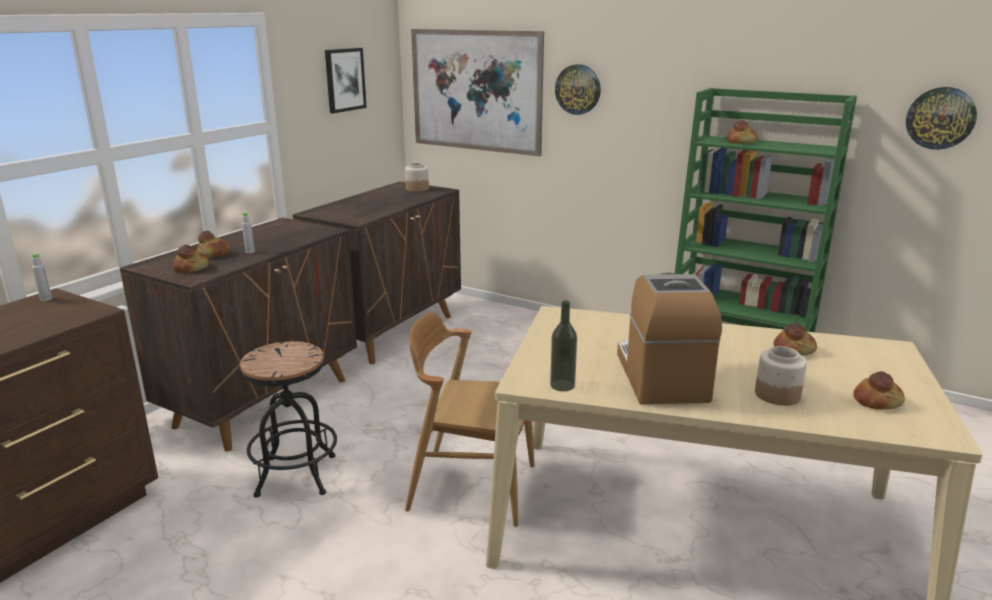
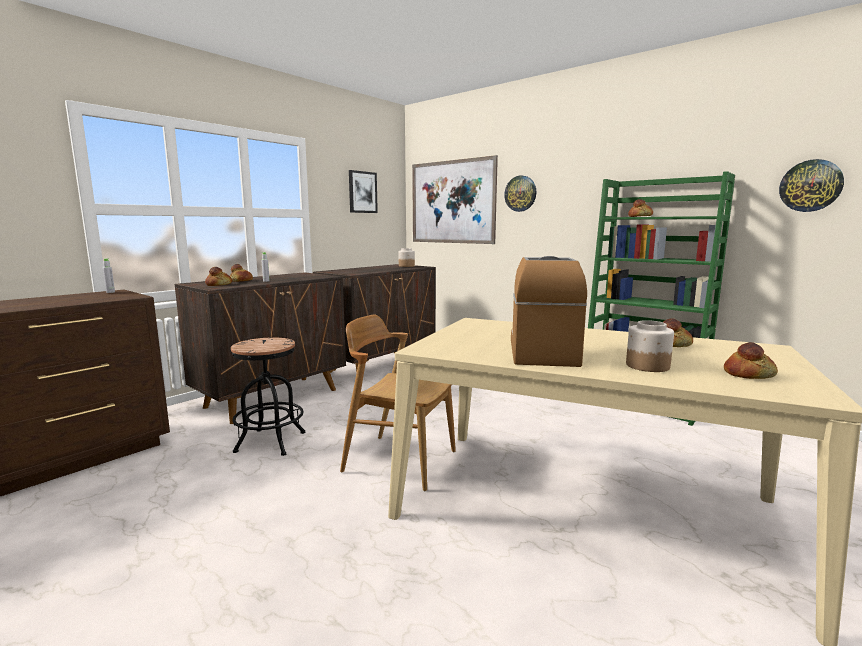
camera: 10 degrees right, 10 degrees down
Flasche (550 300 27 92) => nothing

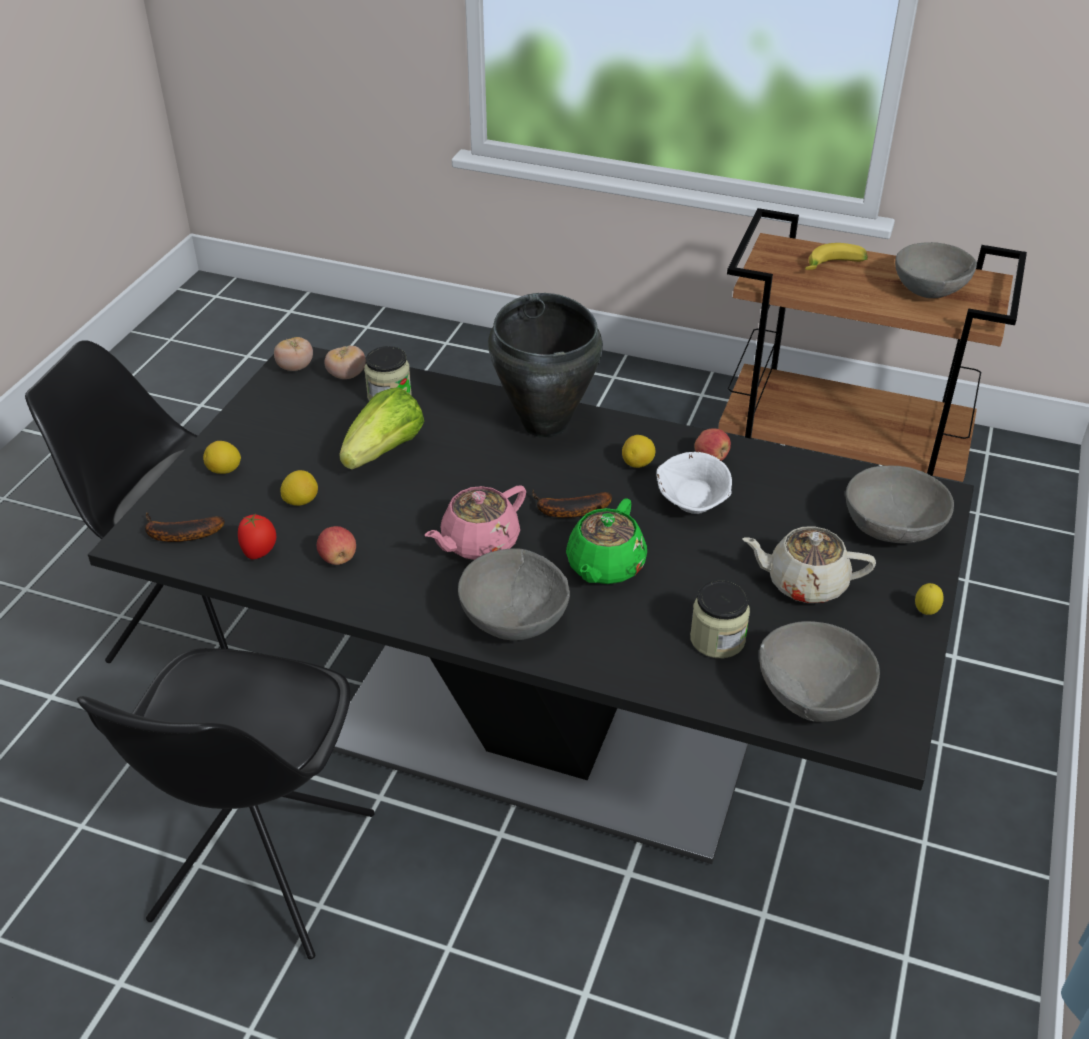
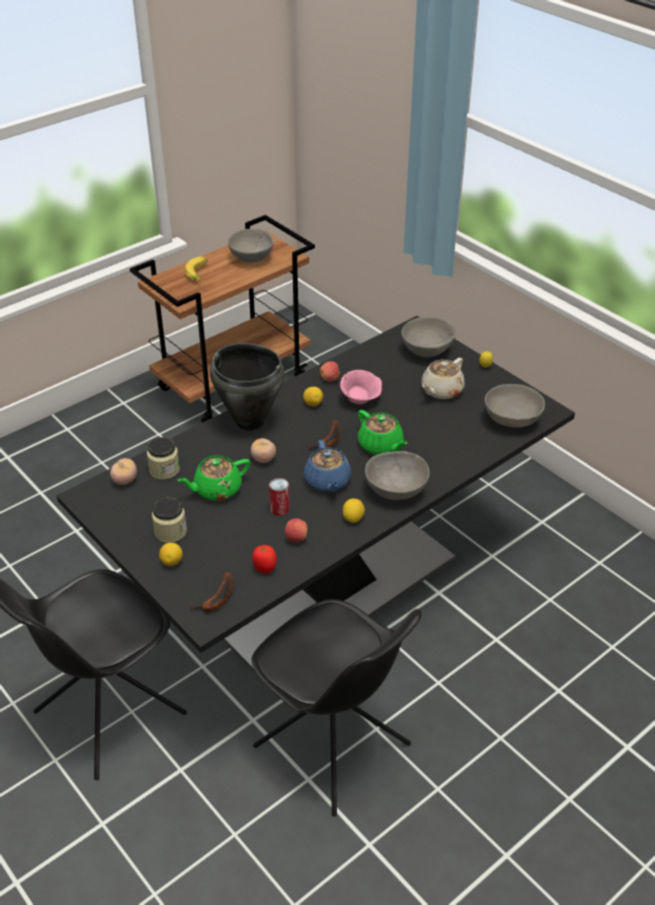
camera: 60 degrees left, 0 degrees up
nothing => Dose (269 478 21 38)
Tomate (274 337 39 34) => Tomate (251 438 25 25), move
Zitrone (280 470 38 36) => Zitrone (343 499 22 24), move
Vorratsglas (690 581 60 77) => Vorratsglas (152 498 35 45), move
Salatkopf (339 387 85 83) => Teekanne (grün) (177 456 73 45)
Teekanne (rosa) (425 485 101 75) => Teekanne (blau) (304 440 47 52)
Schüssel (weiß) (657 452 75 62) => Schüssel (rosa) (340 370 42 35)

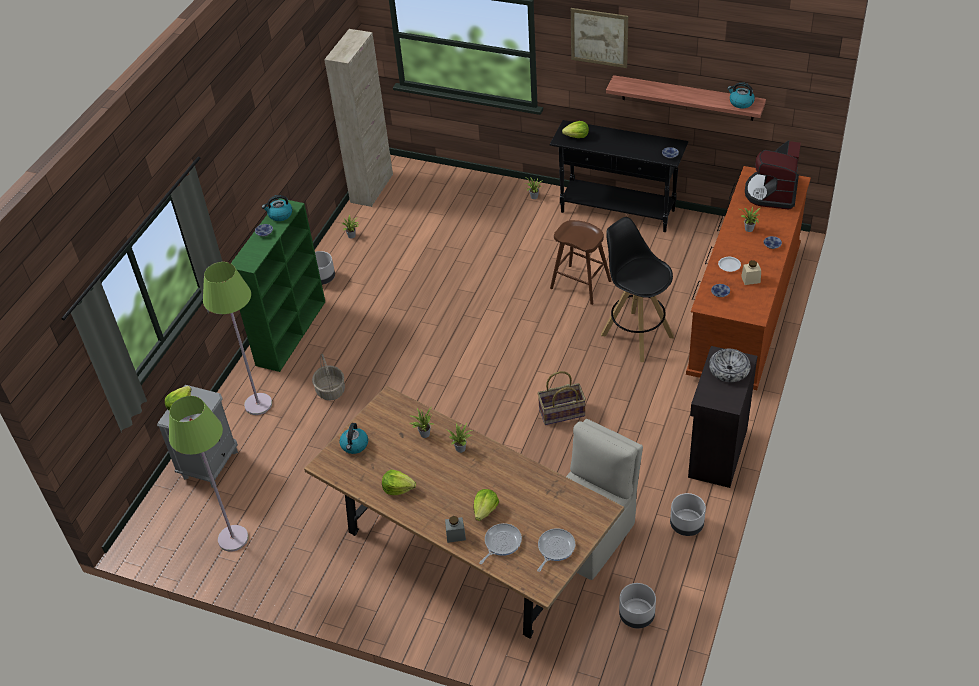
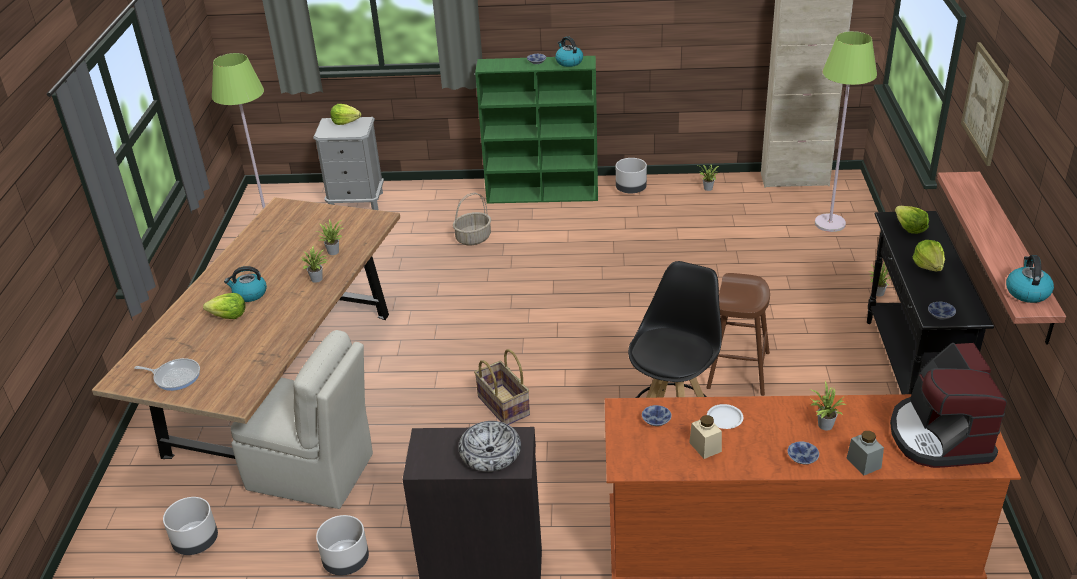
camera: 70 degrees right, 10 degrees down
Pfanne (479 523 43 41) => nothing
Stehlampe (grün) (203 262 69 153) => Stehlampe (grün) (815 31 62 201), move
Wasserkessel (339 423 29 31) => Wasserkessel (224 266 43 36), move
Salatkopf (382 470 34 25) => Salatkopf (913 240 32 31), move
Vorratsglas (grau) (445 516 21 27) => Vorratsglas (grau) (847 431 37 44), move
Kaffeemaschine (745 140 56 70) => Kaffeemaschine (890 343 117 125), 90 degrees counterclockwise

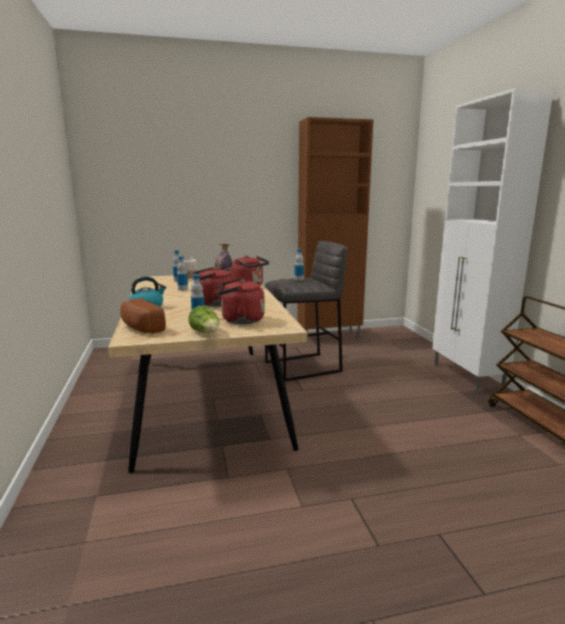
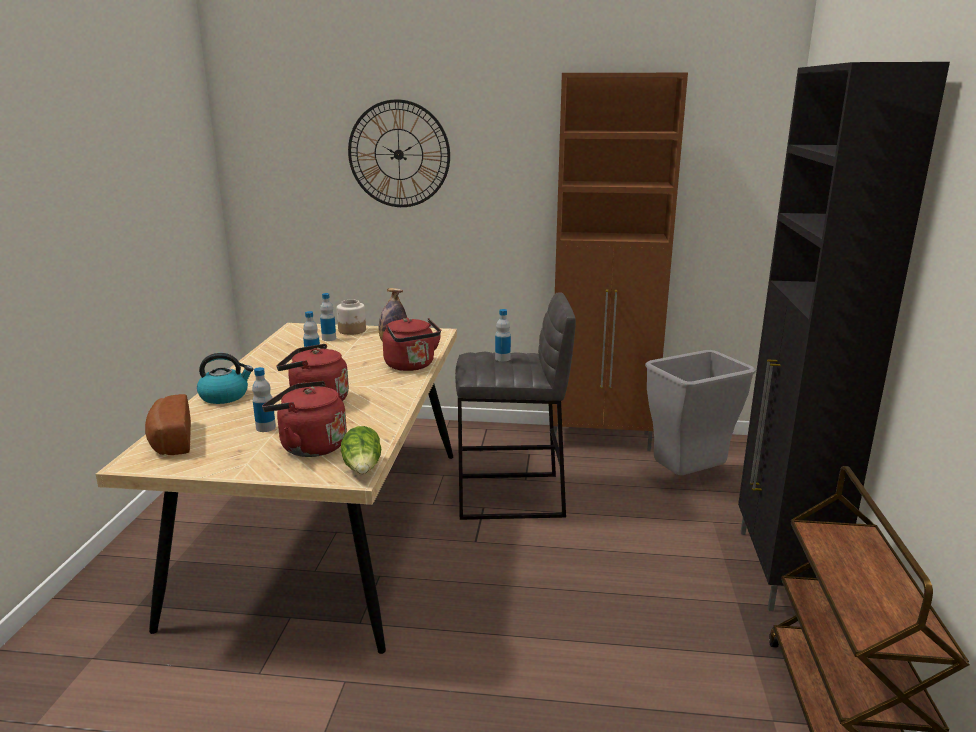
camera: 20 degrees right, 5 degrees up
nothing => Wanduhr (348 99 102 108)
nothing => Mülleimer (grau) (645 350 111 125)
Salatkopf (188 306 31 27) => Salatkopf (341 426 40 48), move
Schrank (weiß) (432 88 121 305) => Schrank (schwarz) (738 62 212 549)

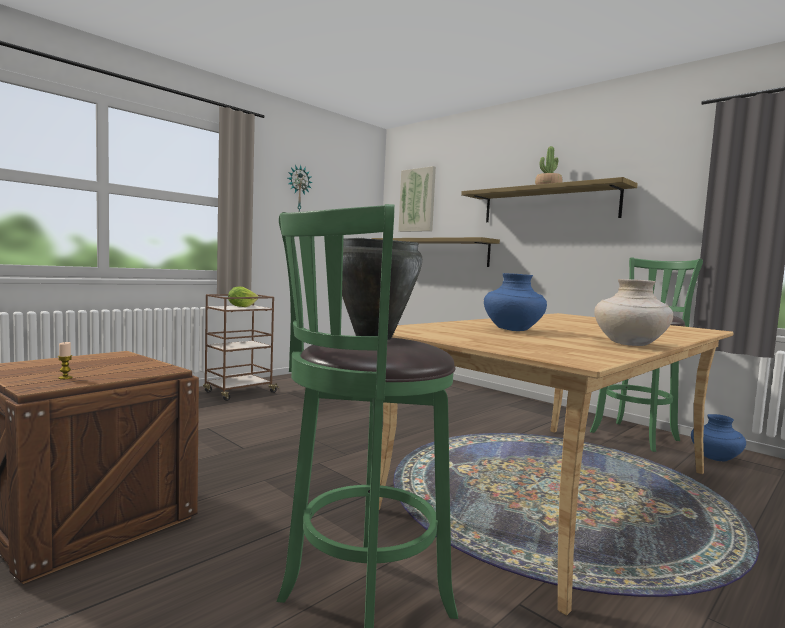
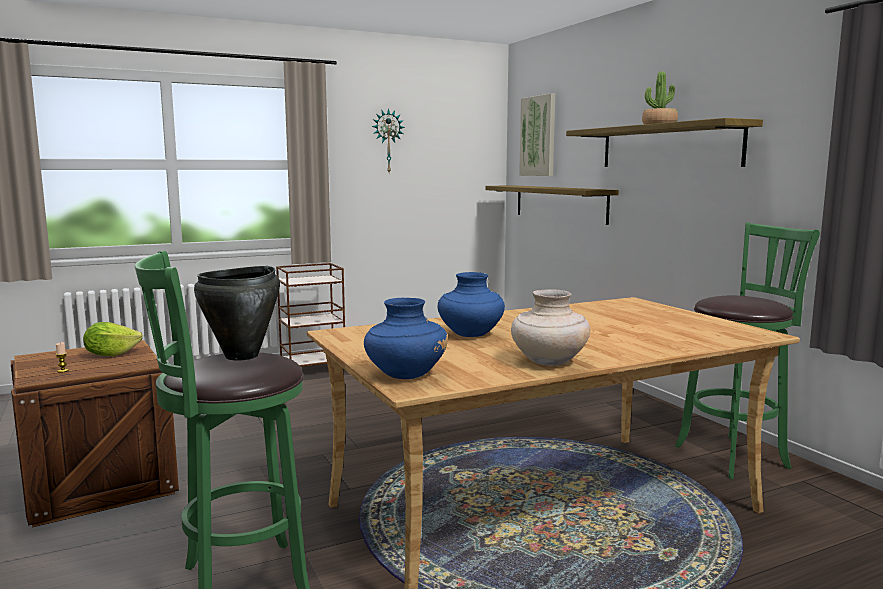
camera: 20 degrees right, 5 degrees up
Salatkopf (228 286 30 21) => Salatkopf (83 322 60 34), move
Vase (blau) (691 414 55 47) => Vase (blau) (364 298 84 81), move

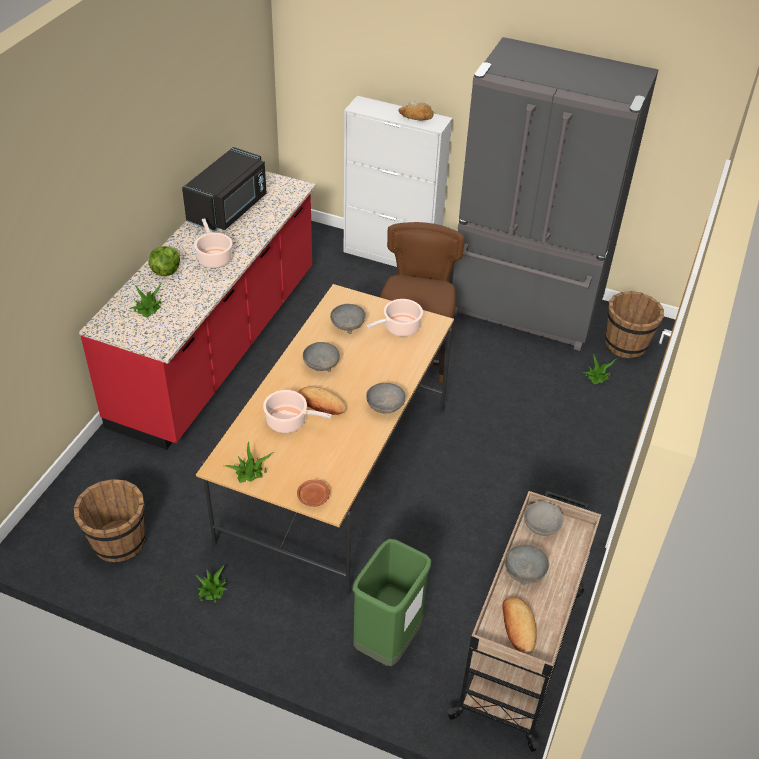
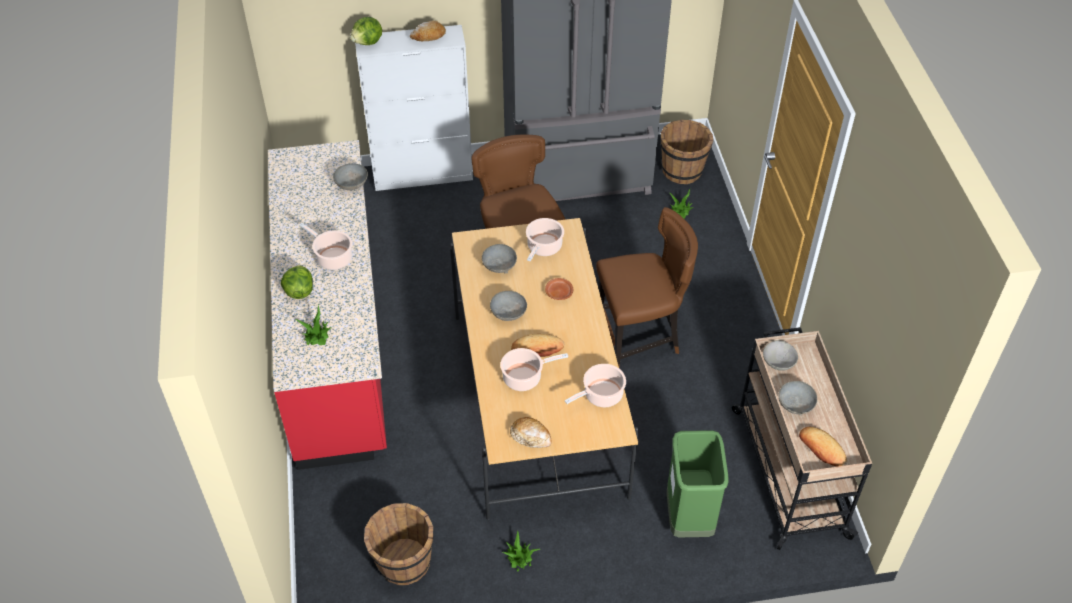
camera: 30 degrees left, 5 degrees up
Mikrowelle (schwarz) (182 147 84 85) => nothing
nothing => Salatkopf (350 17 32 28)
nothing => Kochtopf (565 364 61 43)
nothing => Stuhl (braun) (596 207 102 159)
Teller (braun) (297 480 33 27) => Teller (braun) (545 278 28 22), move
Schüssel (grau) (366 383 40 30) => Schüssel (grau) (333 163 35 27), move
Topfpflanze (225 441 49 42) => Brot (510 417 41 31)

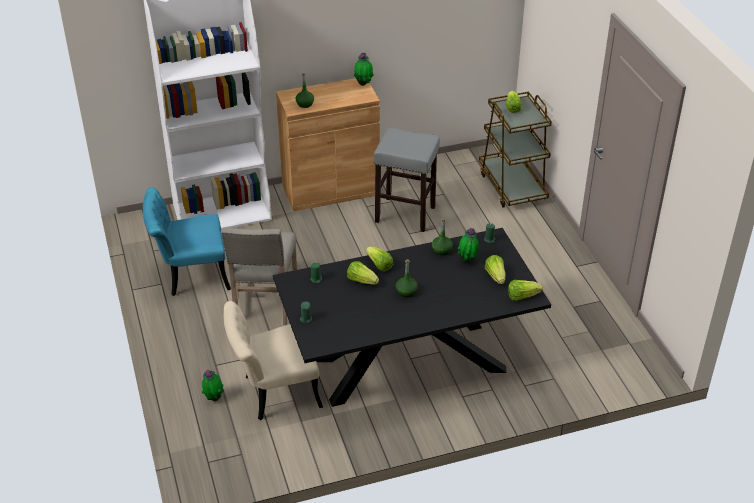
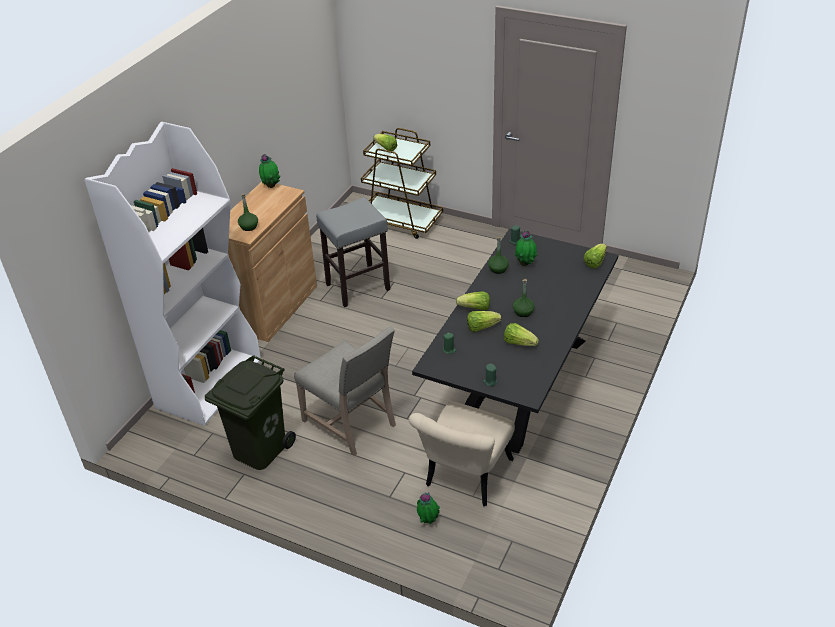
camera: 45 degrees left, 0 degrees up
Salatkopf (485 255 20 29) => Salatkopf (504 323 35 23), move
Stuhl (türkis) (143 187 88 109) => Mülleimer (grün) (205 355 91 115)

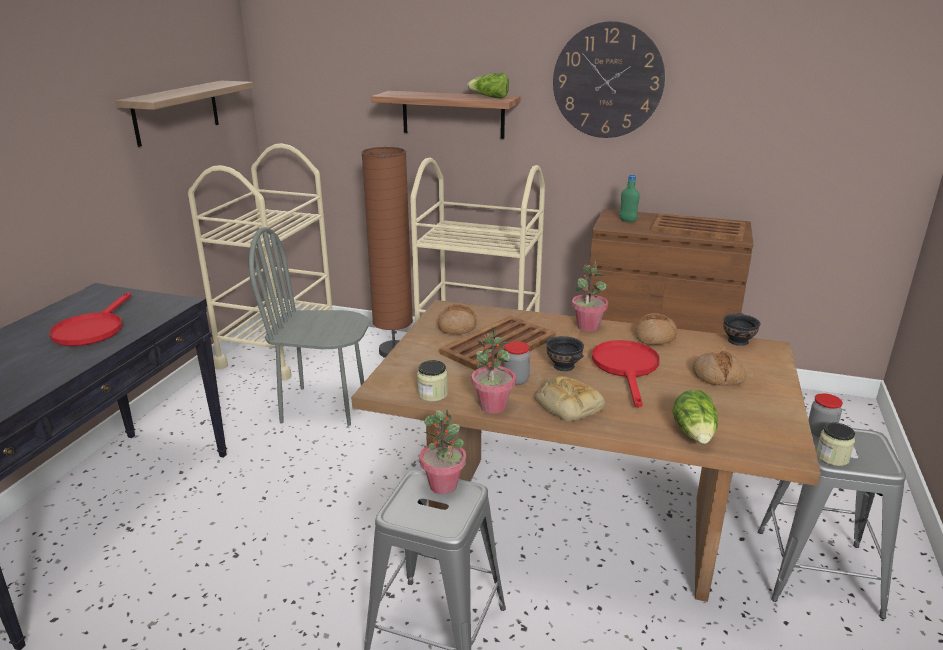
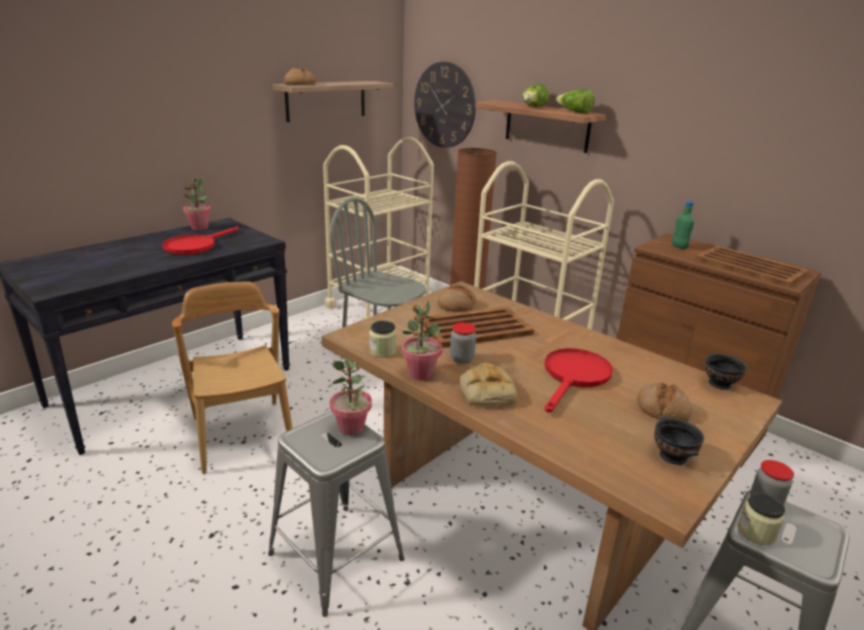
camera: 25 degrees right, 0 degrees up
nothing => Stuhl (braun) (172 281 120 193)
Schüssel (schwarz) (546 336 38 35) => Schüssel (schwarz) (654 416 50 49), move
Wanduhr (553 21 112 117) => Wanduhr (414 62 62 86), move
Topfpflanze (572 262 36 70) => Topfpflanze (183 178 29 52), move
Brot (636 313 41 32) => Brot (284 68 32 17), move
Salatkopf (672 390 46 54) => Salatkopf (522 84 27 23), move

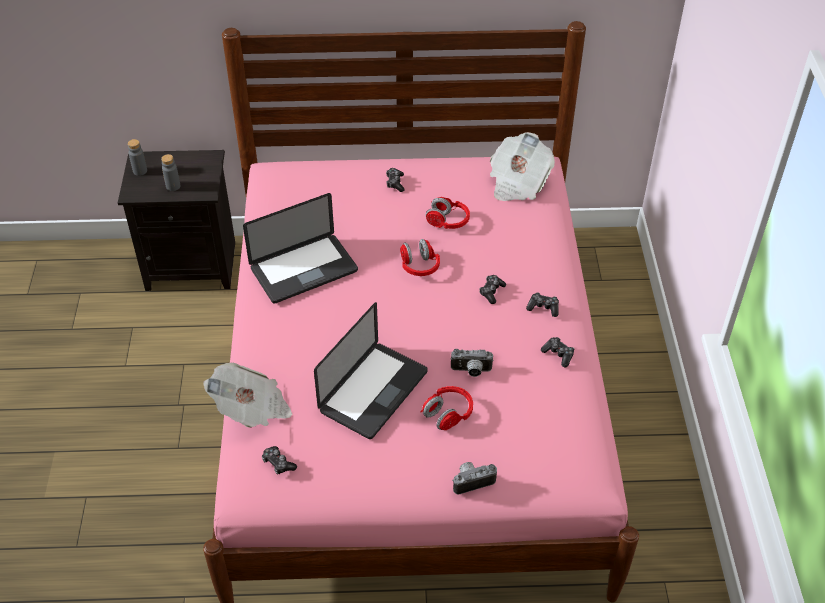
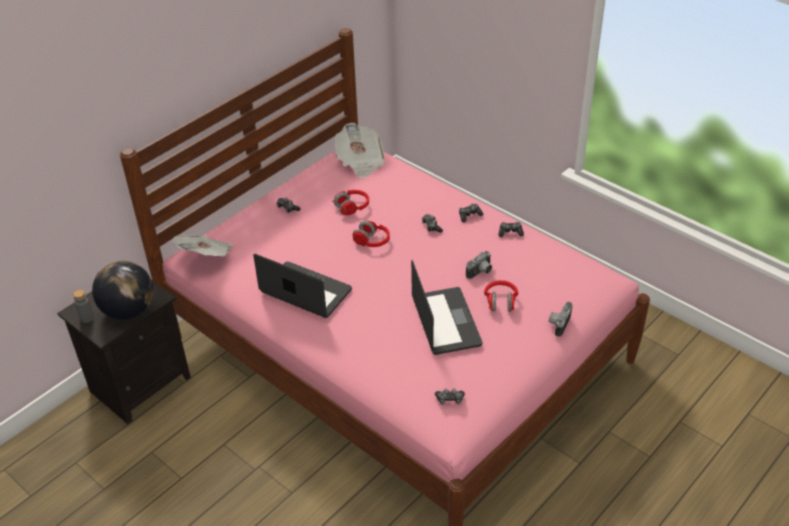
camera: 45 degrees left, 5 degrees down
Zeitung (203 362 90 66) => Zeitung (172 235 63 22), move
Flasche (grau) (161 154 19 37) => Globus (92 261 61 59)
Laptop (243 193 115 111) => Laptop (253 254 99 64), 75 degrees counterclockwise

